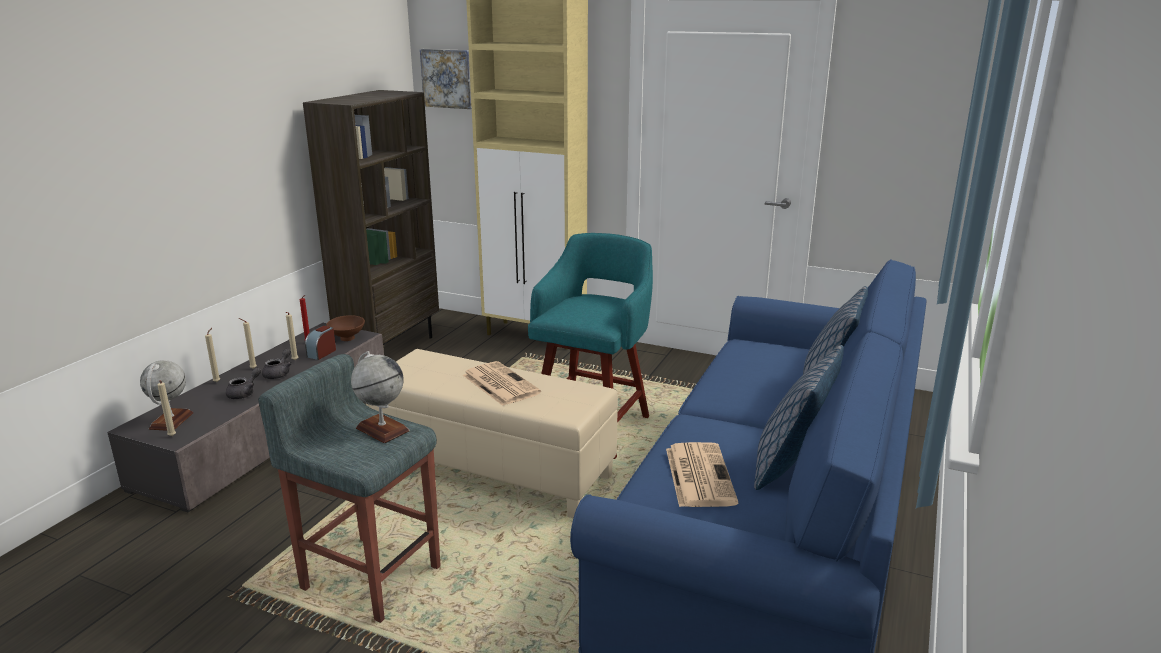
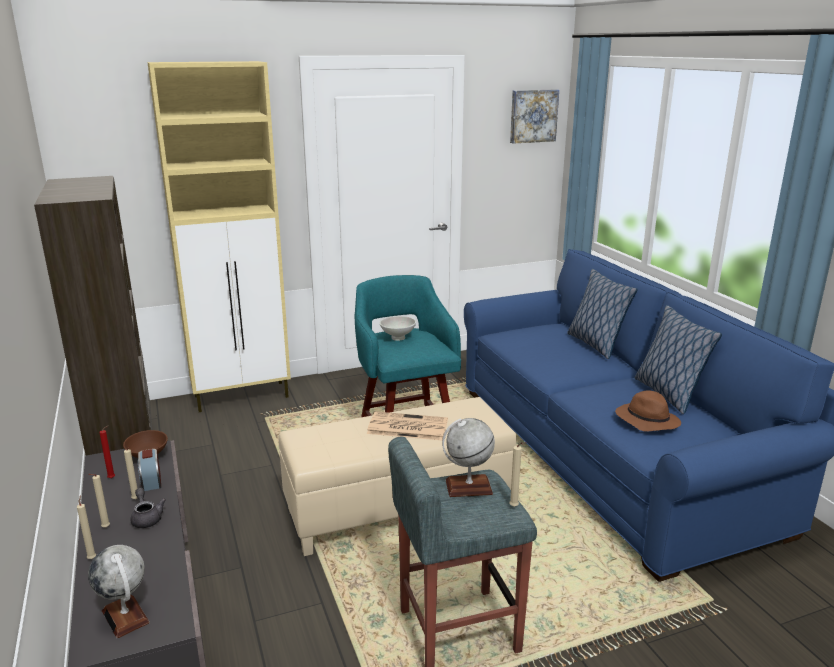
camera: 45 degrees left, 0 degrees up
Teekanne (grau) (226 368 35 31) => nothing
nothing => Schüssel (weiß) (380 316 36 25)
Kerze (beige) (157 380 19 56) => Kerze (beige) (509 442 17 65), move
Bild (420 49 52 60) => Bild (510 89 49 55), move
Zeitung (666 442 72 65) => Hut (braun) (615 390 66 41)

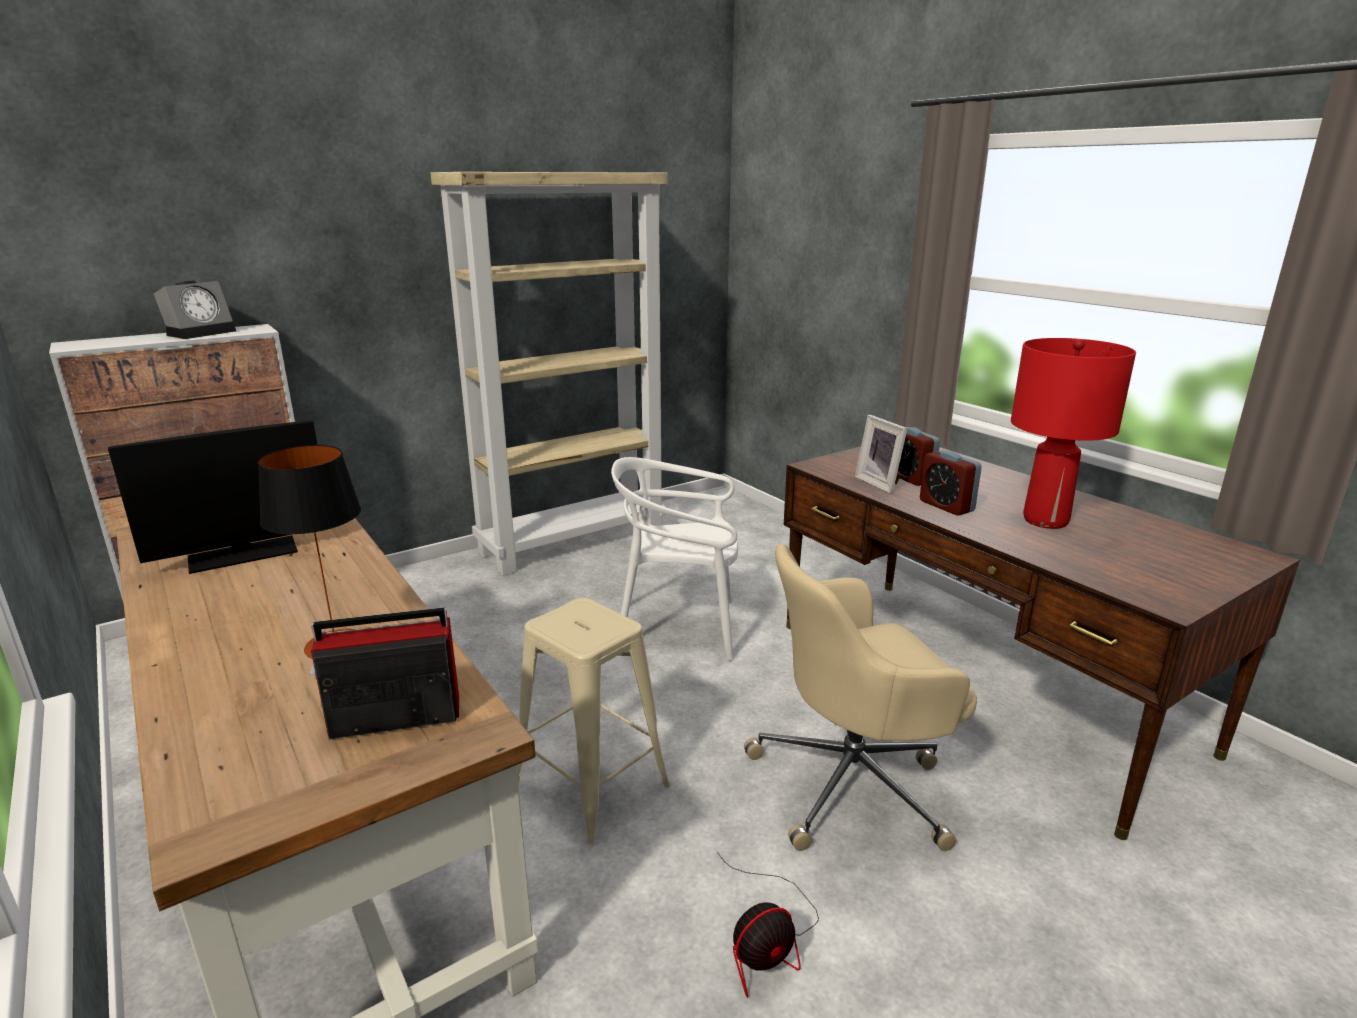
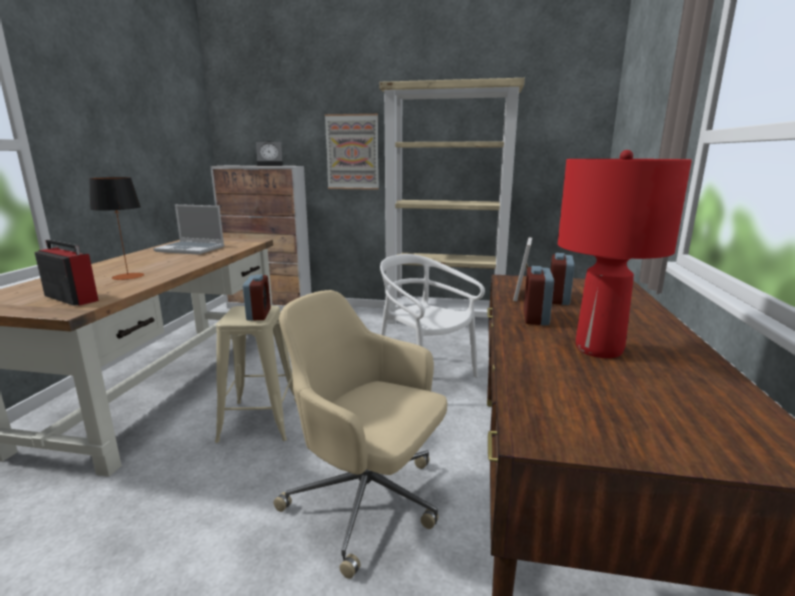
camera: 45 degrees right, 5 degrees down
Ventilator (717 852 102 146) => nothing
nothing => Wecker (243 274 28 47)
nothing => Bild (325 114 54 76)
Monitor (108 420 209 154) => Laptop (153 204 71 51)

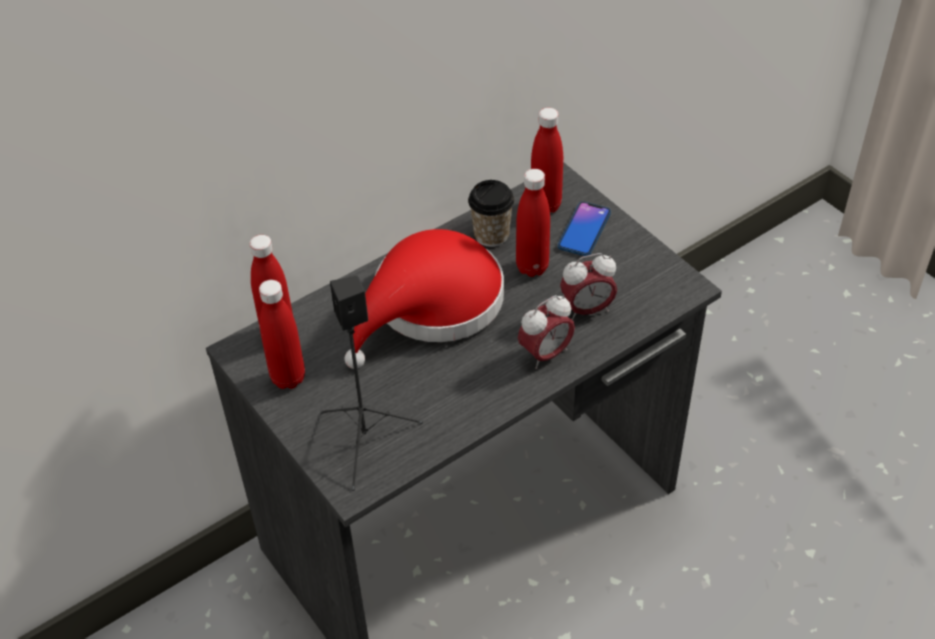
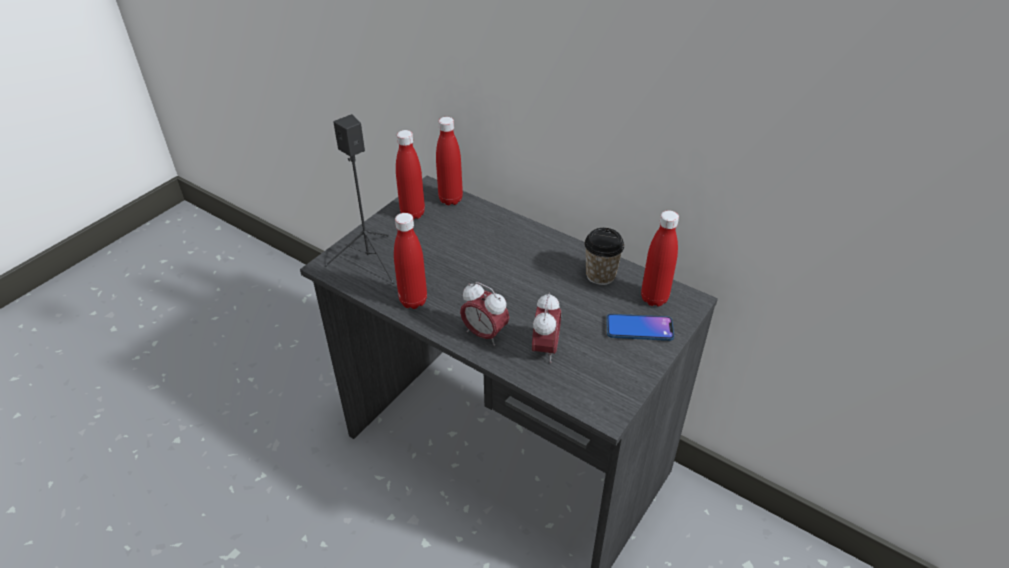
camera: 70 degrees right, 5 degrees down
Hut (rot) (345 229 159 140) => nothing
Flasche (rot) (516 169 34 108) => Flasche (rot) (394 213 33 96), move
Wecker (560 253 57 67) => Wecker (532 292 29 71), 135 degrees counterclockwise

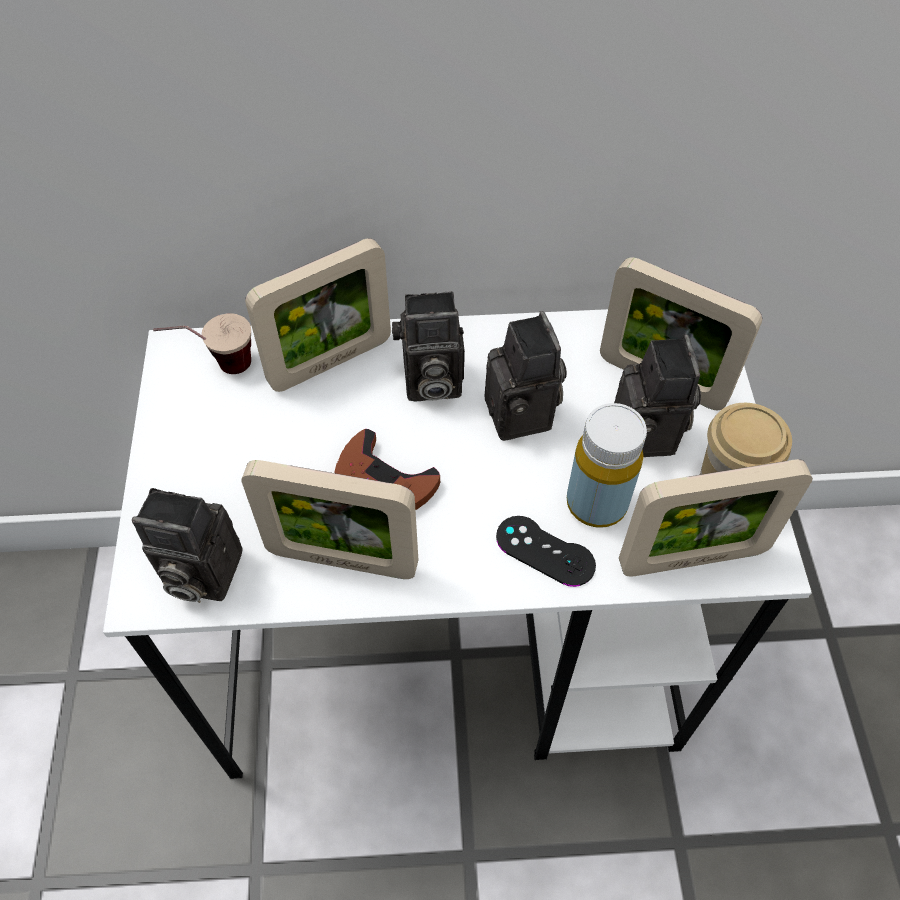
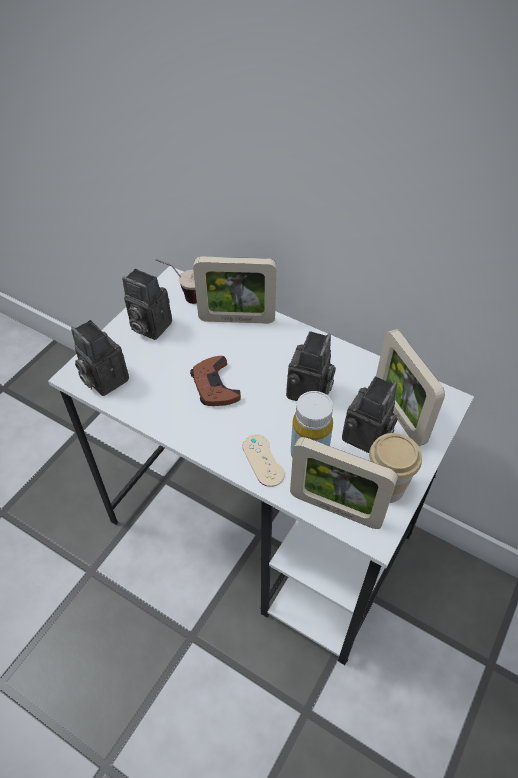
camera: 35 degrees right, 5 degrees down
Bilderrahmen (241 460 177 119) => nothing
Kamera (392 291 73 110) => Kamera (122 268 50 72), move
Gamepad (schwarz) (496 516 100 71) => Gamepad (beige) (242 434 43 53)

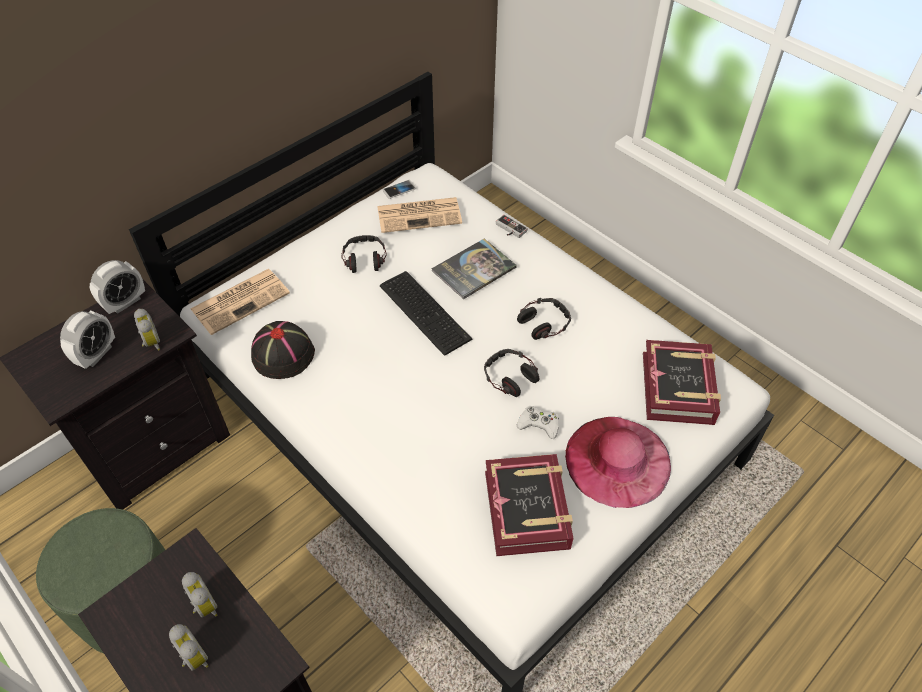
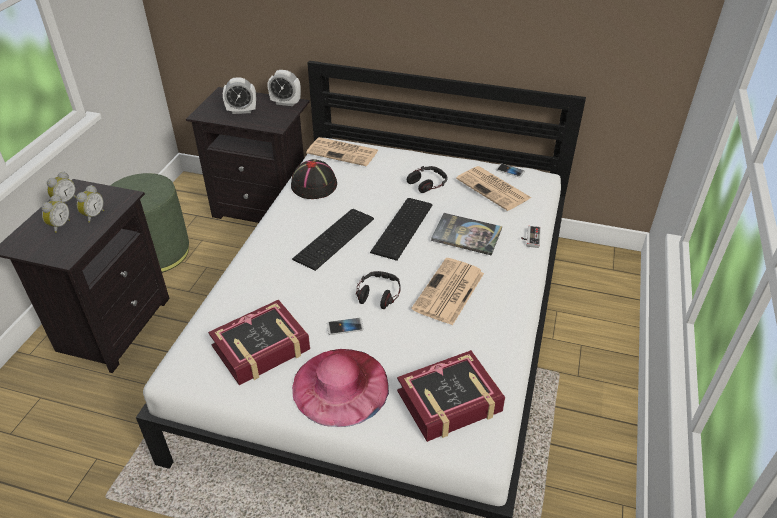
camera: 60 degrees right, 10 degrees down
nothing => Tastatur (292 209 82 62)
Wecker (134 308 26 43) => Wecker (47 172 29 30), move
Kopfhörer (517 298 54 42) => Zeitung (411 258 73 67)
Gamepad (weiß) (517 406 42 33) => Handy (327 318 37 17)

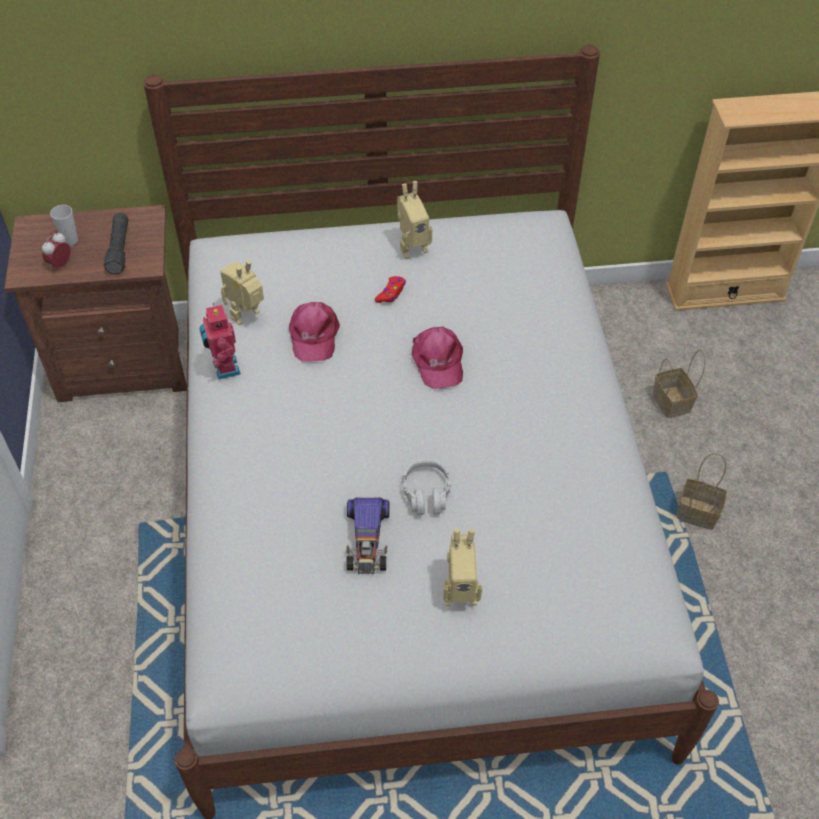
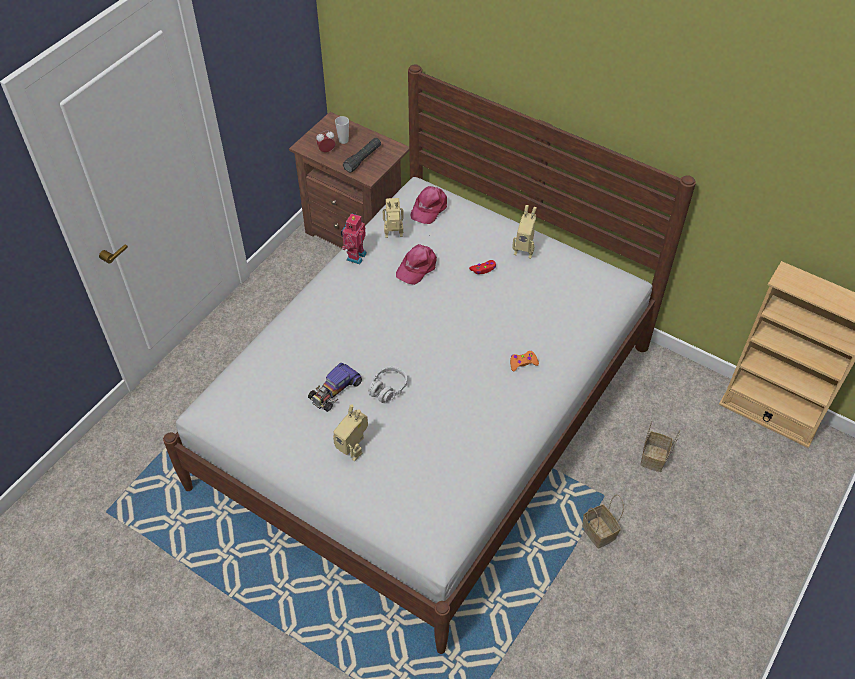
camera: 40 degrees right, 0 degrees up
nothing => Gamepad (orange) (510 351 29 20)
Kappe (rosa) (412 327 51 62) => Kappe (rosa) (410 186 37 38), move

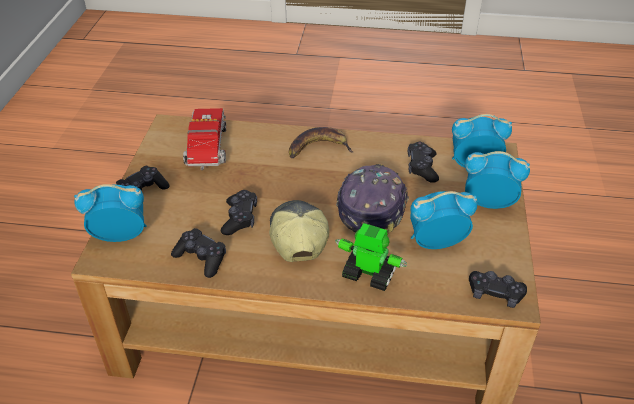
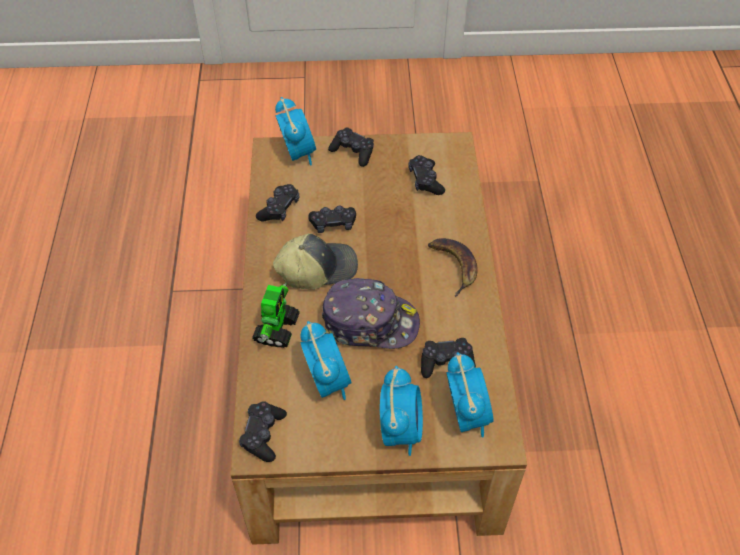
camera: 80 degrees right, 10 degrees up
Spielzeuglaster (183 108 43 62) => Gamepad (schwarz) (408 155 37 40)

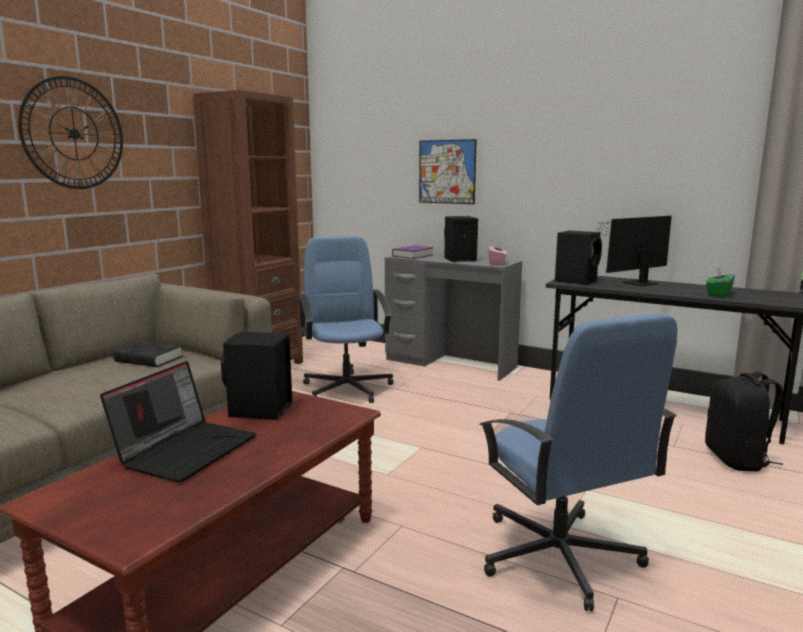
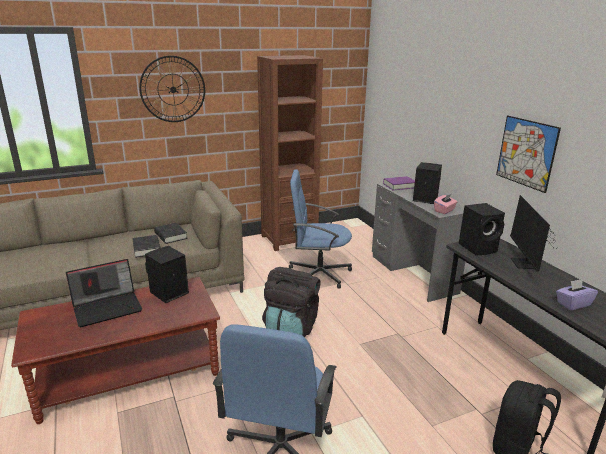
camera: 35 degrees right, 10 degrees up
nothing => Buch (schwarz) (132 235 29 23)
nothing => Rucksack (schwarz) (262 267 58 70)
Bild (419 139 58 65) => Bild (496 116 65 77), move
Taschentuchbox (grün) (706 267 29 30) => Taschentuchbox (lila) (556 279 42 31)
Bürostuhl (blau) (298 236 95 167) => Bürostuhl (blau) (289 170 63 119), 105 degrees counterclockwise
Monitor (591 216 81 70) => Monitor (510 195 45 77), 90 degrees counterclockwise

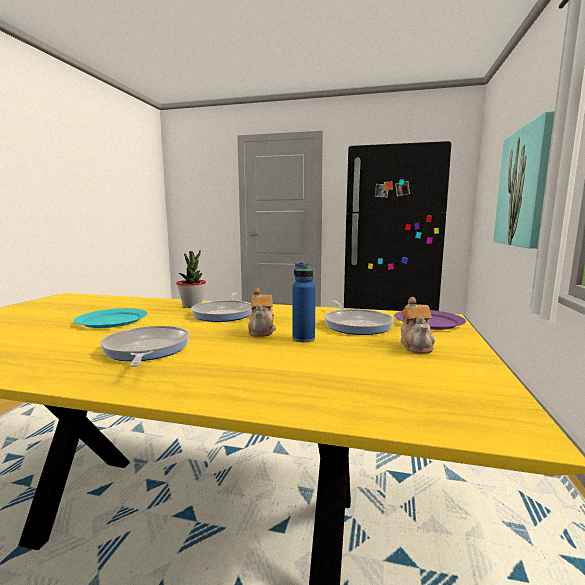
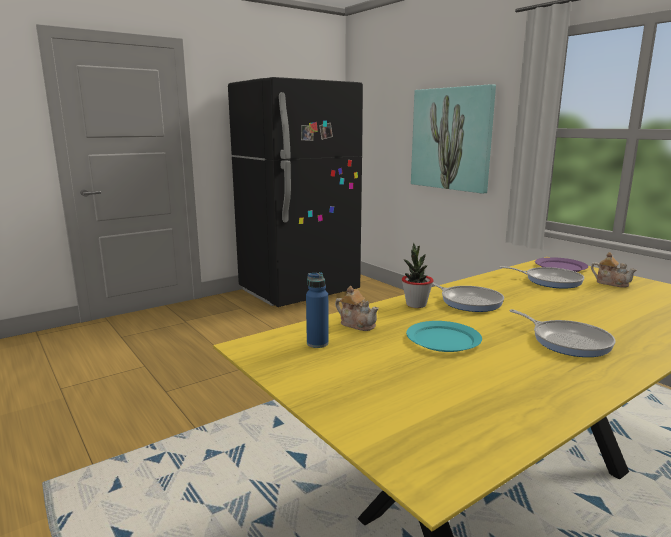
camera: 50 degrees left, 5 degrees up
Teekanne (248 288 28 49) => Teekanne (335 286 44 45), move
Flasche (blau) (292 263 24 79) => Flasche (blau) (306 272 23 76), move
Pfanne (100 326 90 41) => Pfanne (509 309 107 48), 150 degrees counterclockwise

